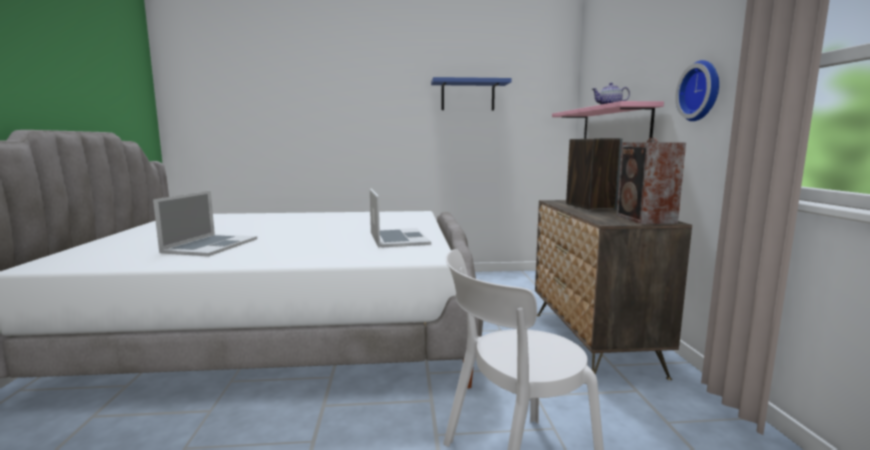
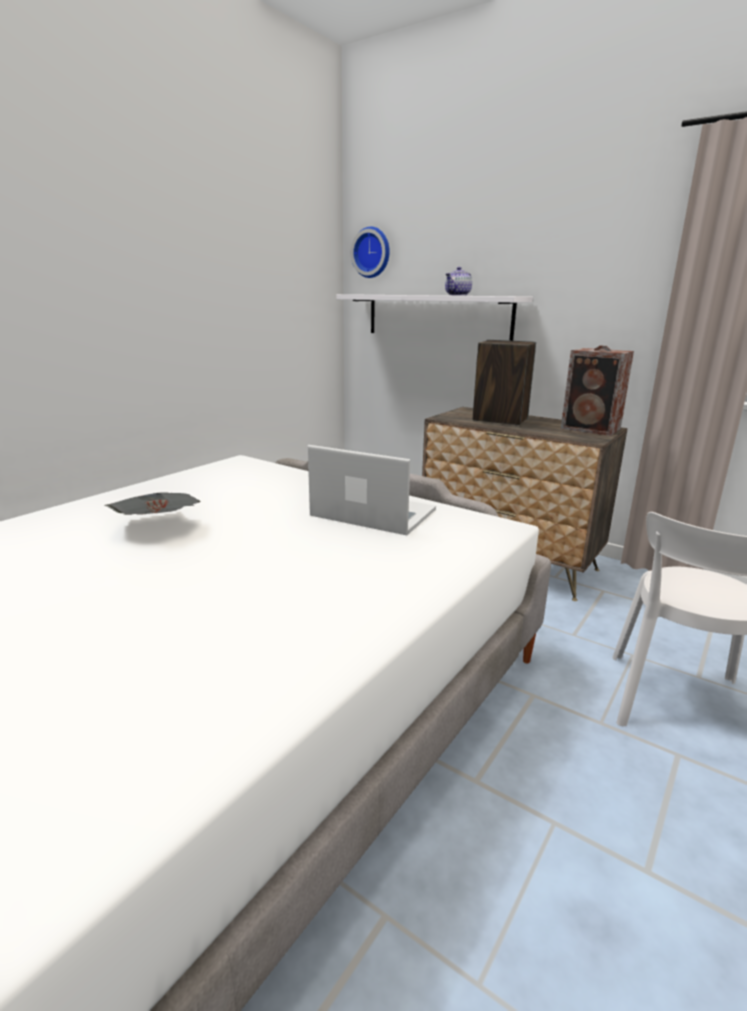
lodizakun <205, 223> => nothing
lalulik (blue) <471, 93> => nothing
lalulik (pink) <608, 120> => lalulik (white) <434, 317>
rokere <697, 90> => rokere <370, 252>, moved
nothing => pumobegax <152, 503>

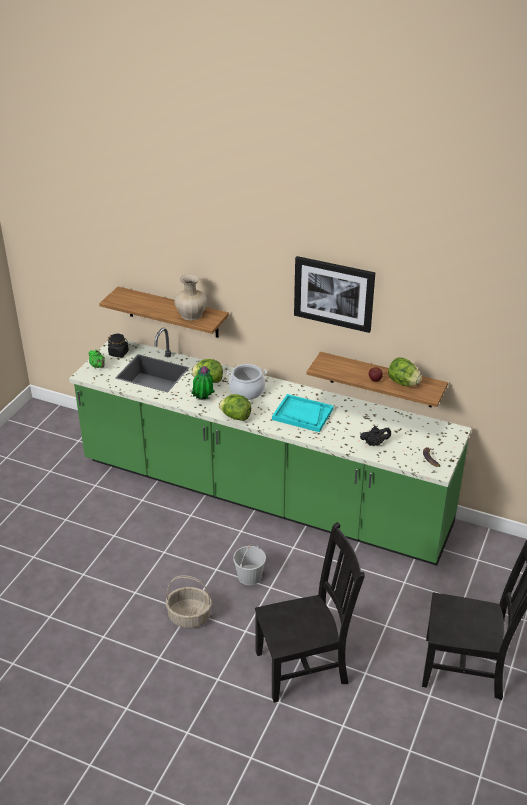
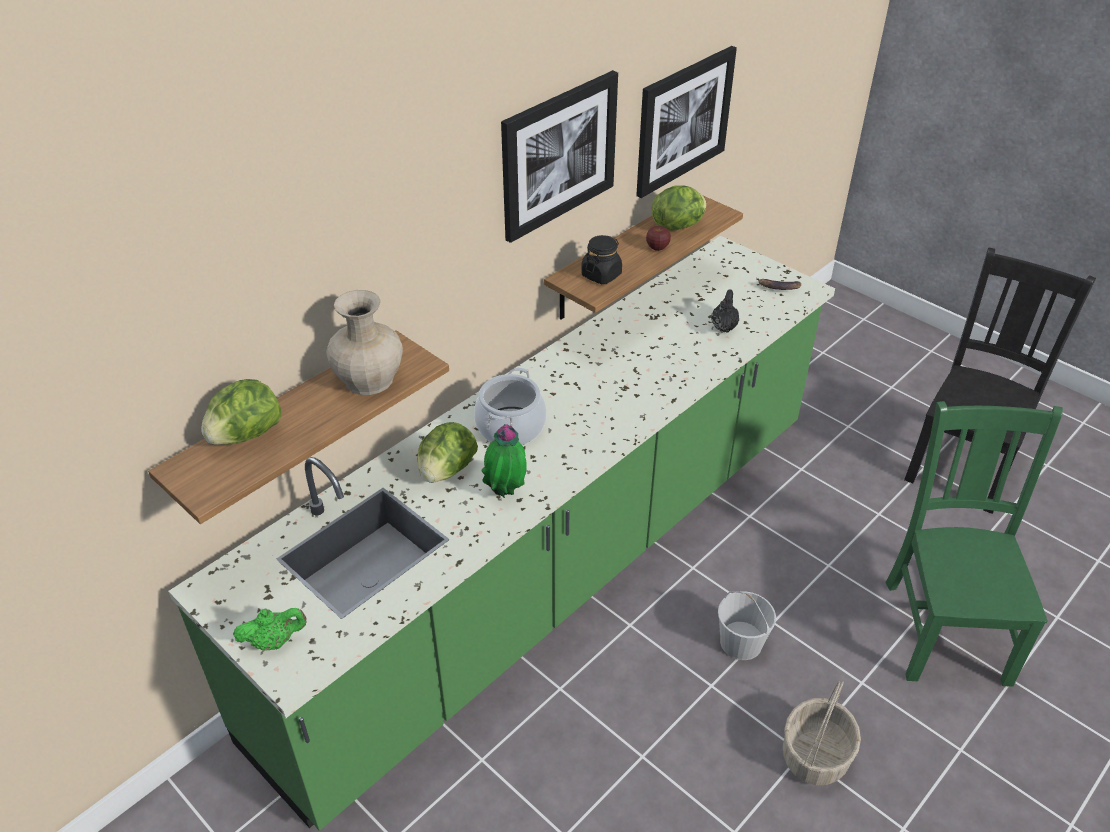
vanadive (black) <118, 346> => vanadive (black) <601, 259>, moved
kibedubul <235, 407> => kibedubul <241, 412>, moved
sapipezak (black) <310, 612> => sapipezak (green) <974, 544>
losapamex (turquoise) <302, 413> => nothing
nothing => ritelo <686, 122>

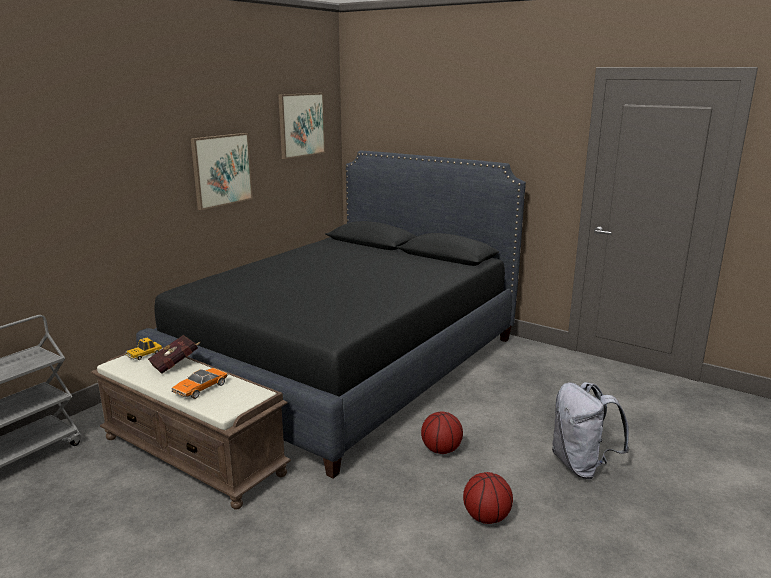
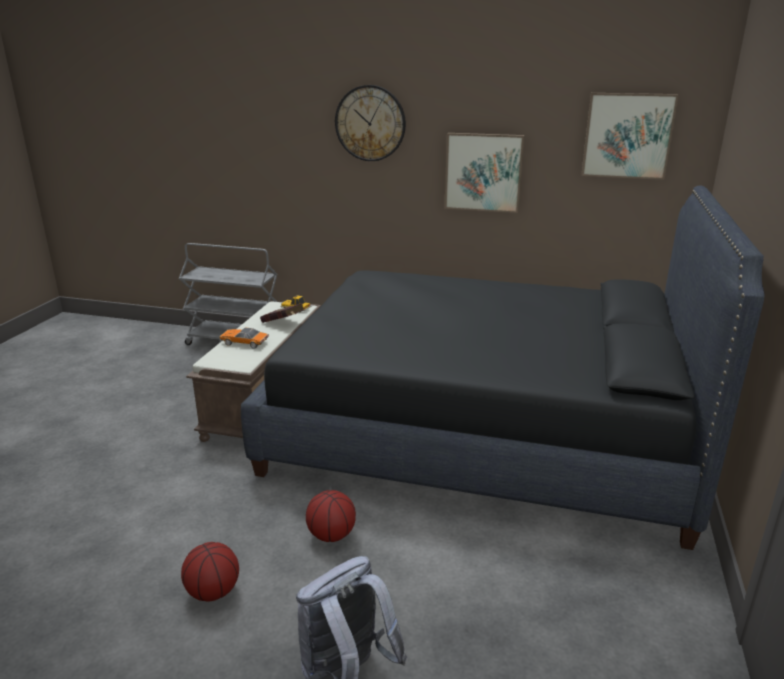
nothing => rokere <370, 123>

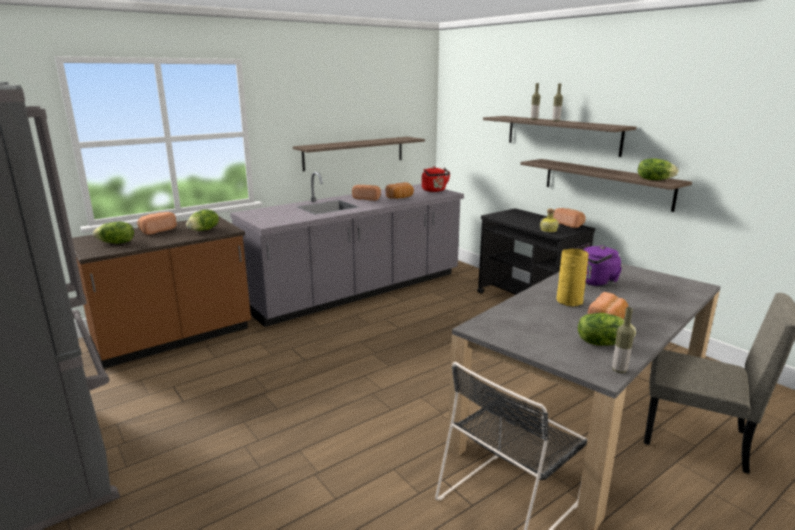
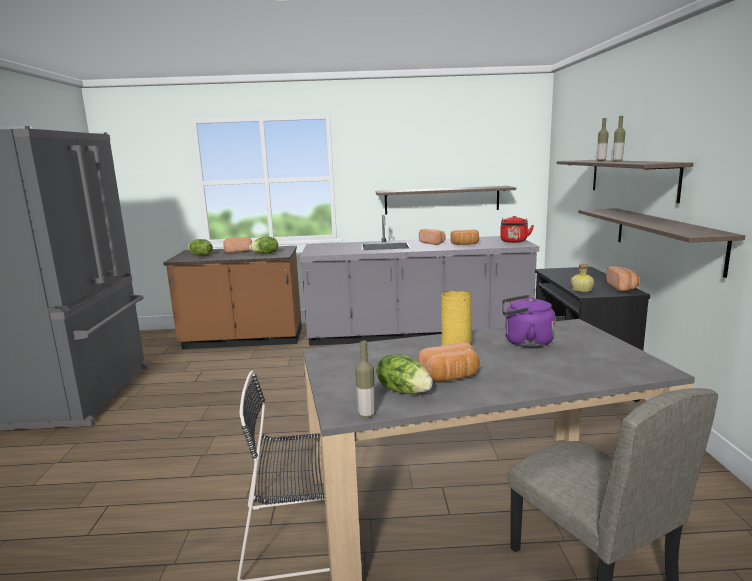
kibedubul <658, 169> => nothing

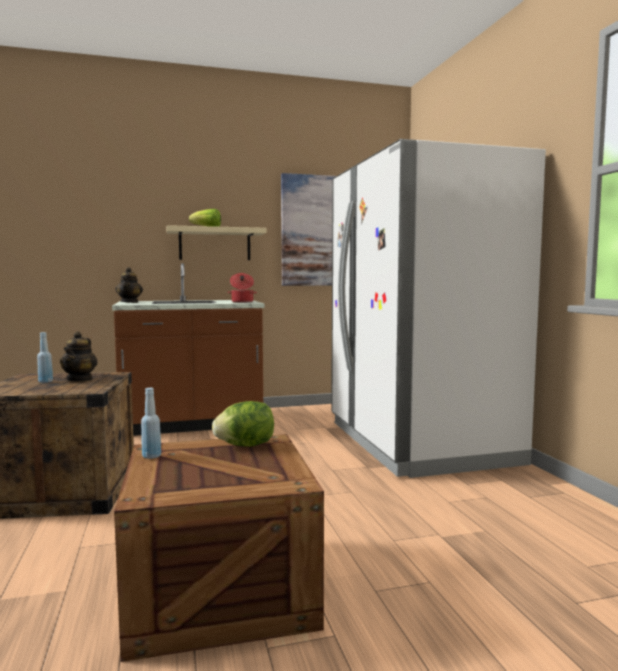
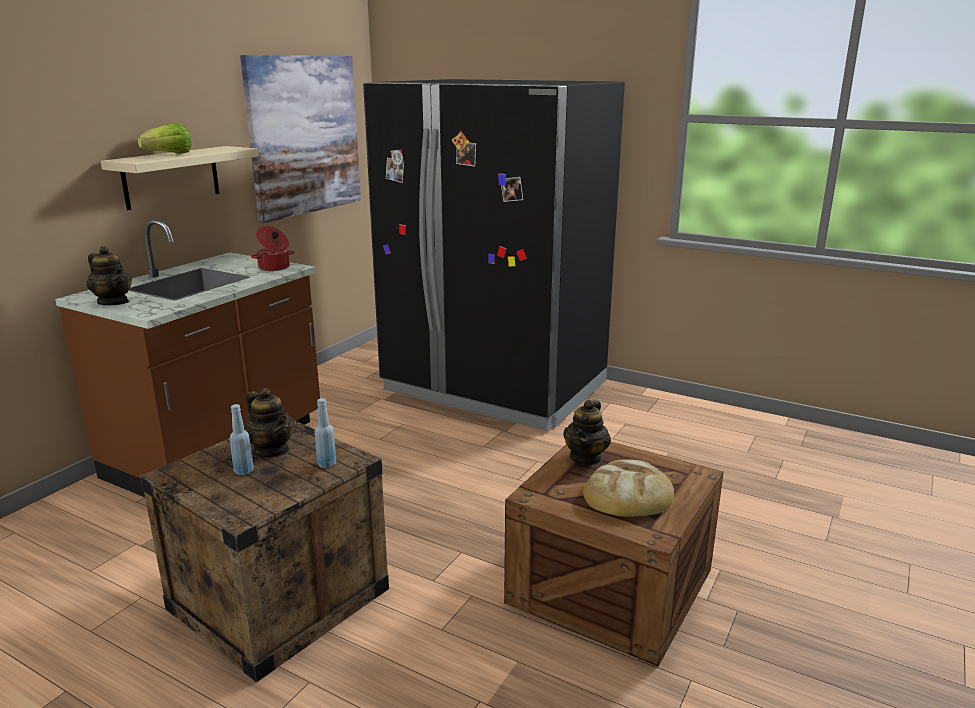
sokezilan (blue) <151, 423> => sokezilan (blue) <325, 433>, moved
kibedubul <243, 424> => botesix <587, 433>
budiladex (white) <438, 308> => budiladex (black) <494, 255>
nothing => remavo <628, 488>

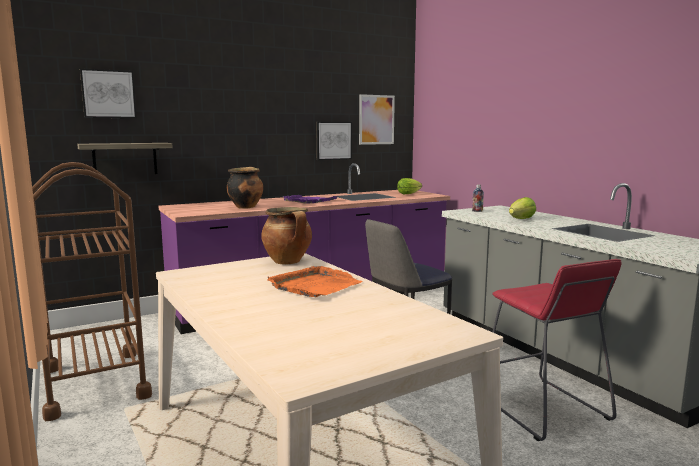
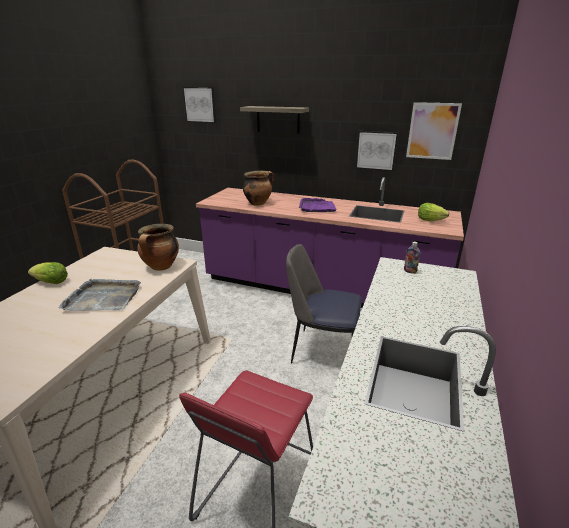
lalulik <125, 158> => lalulik <274, 120>, moved
losapamex (orange) <315, 282> => losapamex (grey) <99, 295>
kibedubul <522, 208> => kibedubul <48, 273>, moved

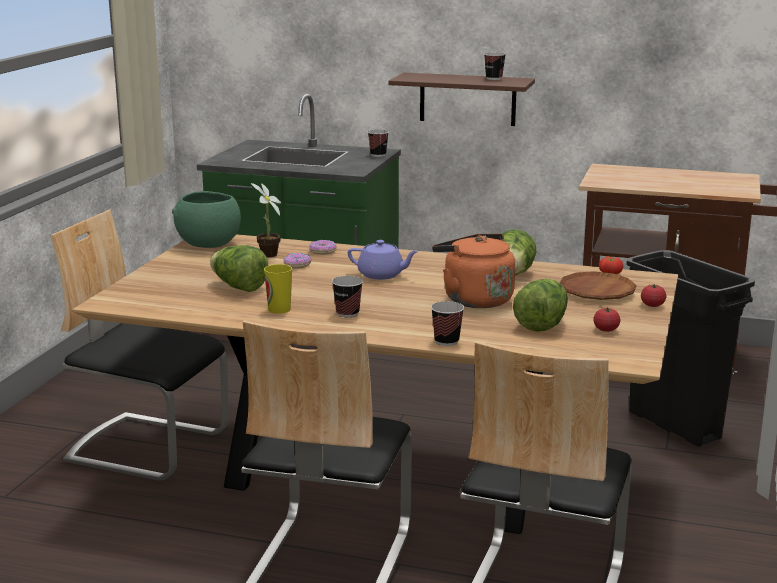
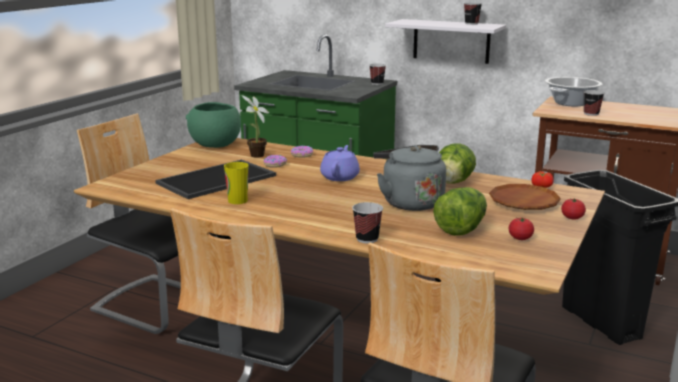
kibedubul <239, 268> => losapamex <215, 179>
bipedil <347, 296> => bipedil <593, 103>, moved
botesix (purple) <383, 260> => botesix (purple) <340, 163>, 105 degrees counterclockwise
lalulik (brown) <461, 99> => lalulik (white) <445, 41>
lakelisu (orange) <473, 271> => lakelisu (grey) <409, 178>
nothing => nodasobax <573, 92>

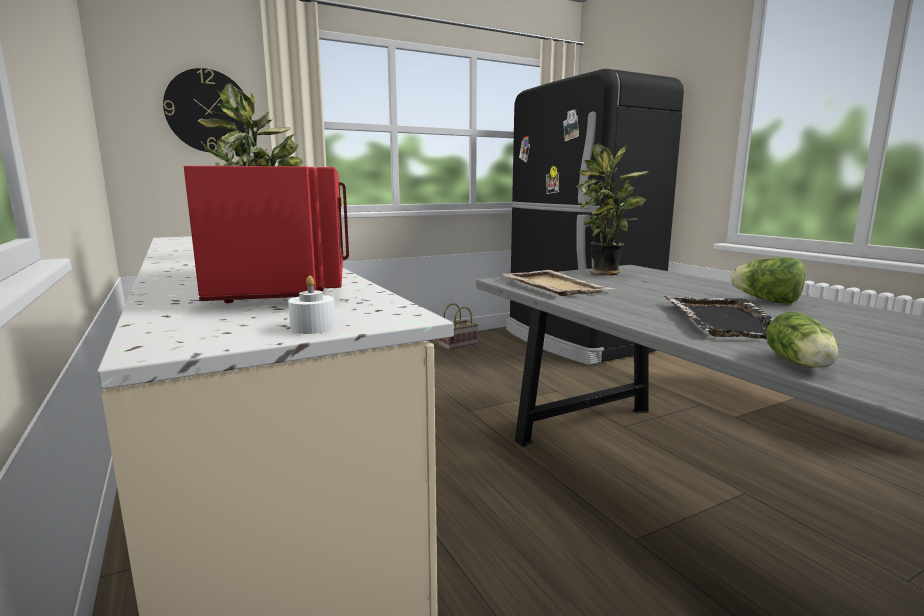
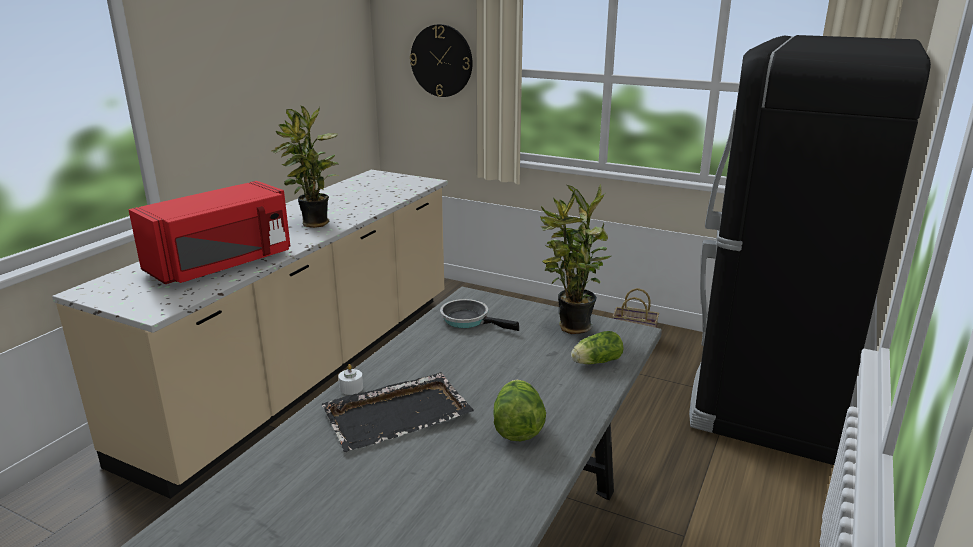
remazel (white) <312, 305> => remazel (white) <350, 379>, moved
losapamex (beige) <557, 283> => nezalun <479, 315>
kibedubul <802, 339> => kibedubul <597, 347>, moved

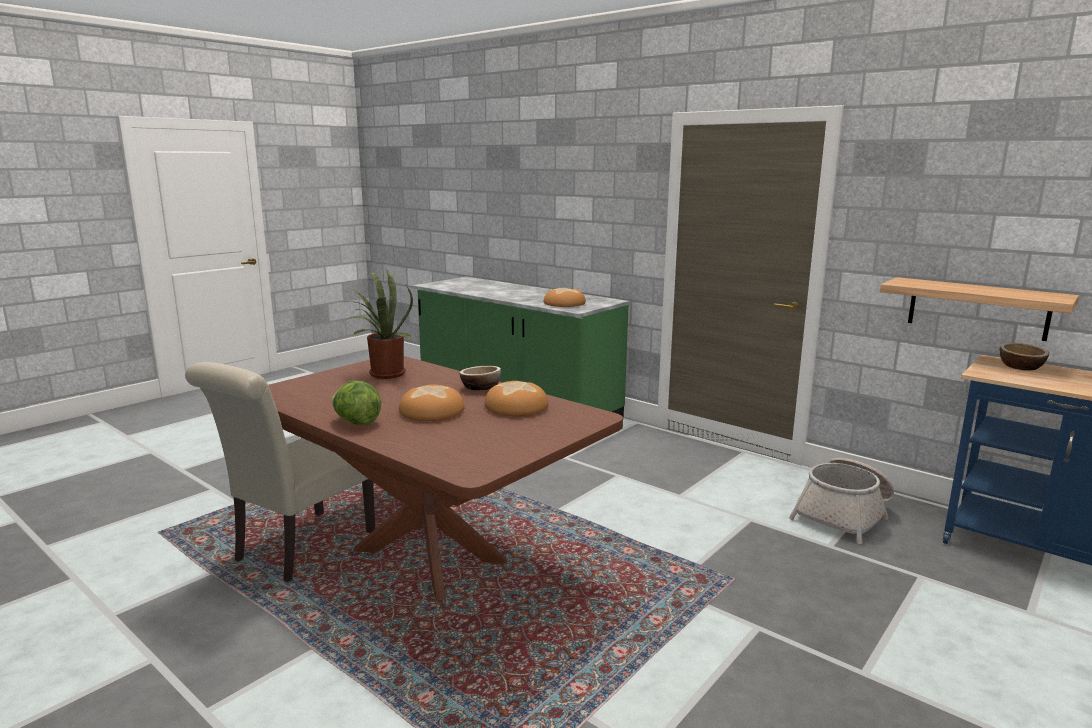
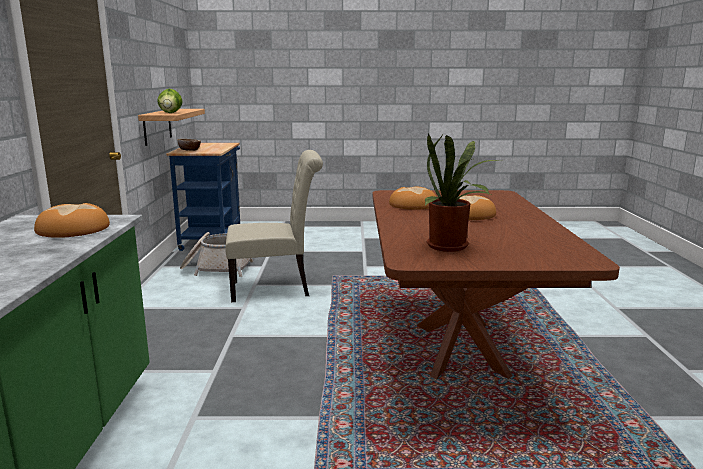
sapipezak (beige) <280, 472> => sapipezak (beige) <274, 226>, moved
kibedubul <356, 403> => kibedubul <169, 101>, moved
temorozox <480, 378> => nothing

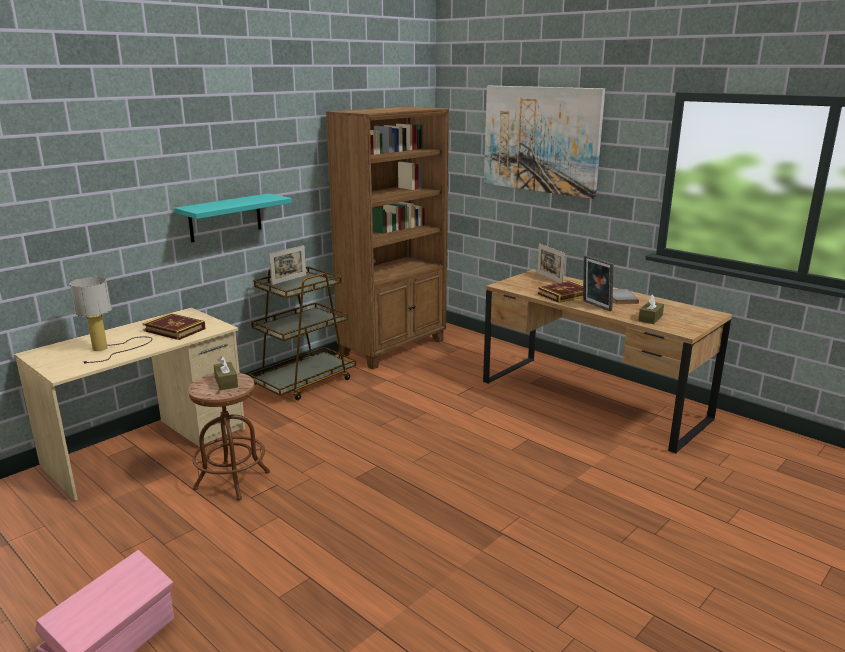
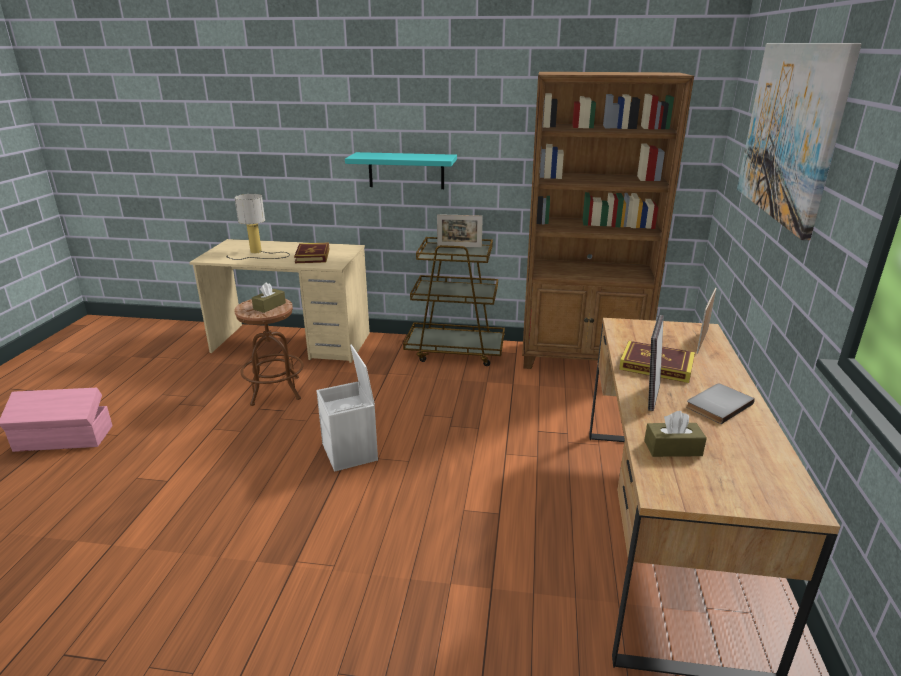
nothing => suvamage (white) <347, 408>

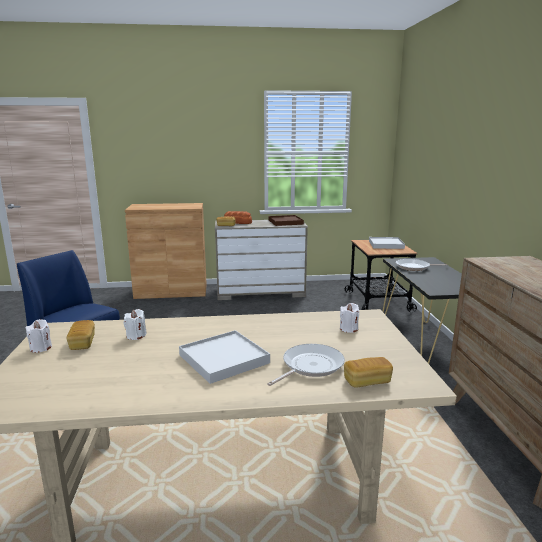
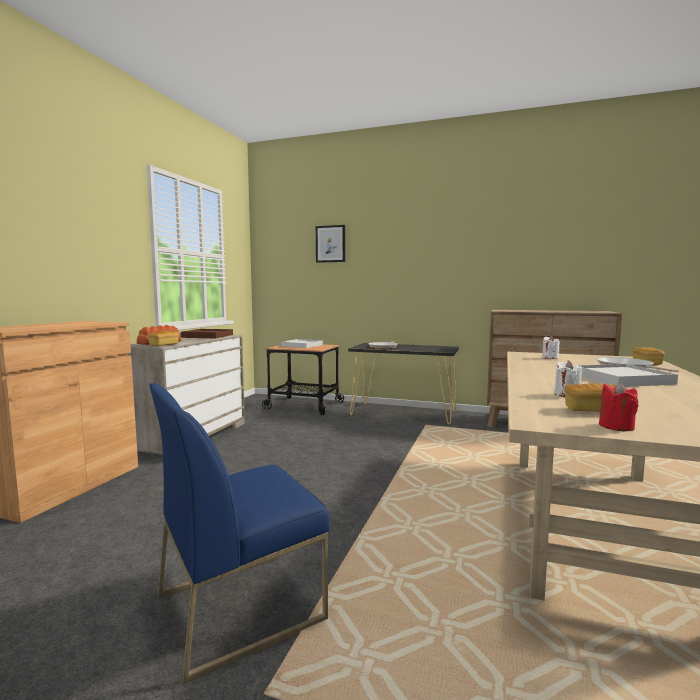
remazel (white) <38, 336> => remazel (red) <618, 406>
nothing => ritelo <330, 244>

